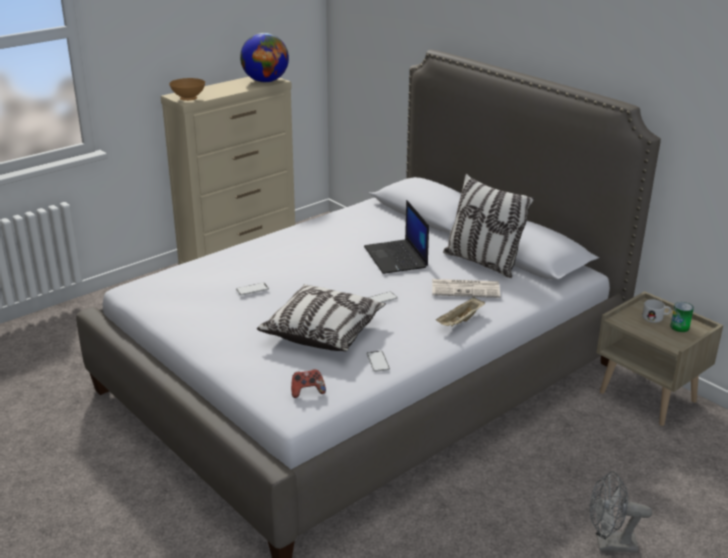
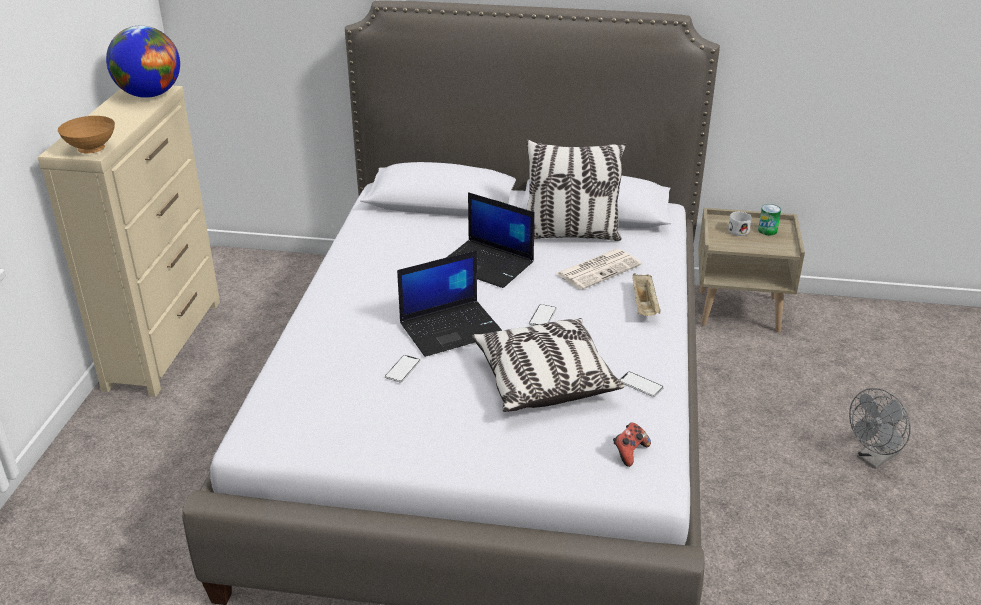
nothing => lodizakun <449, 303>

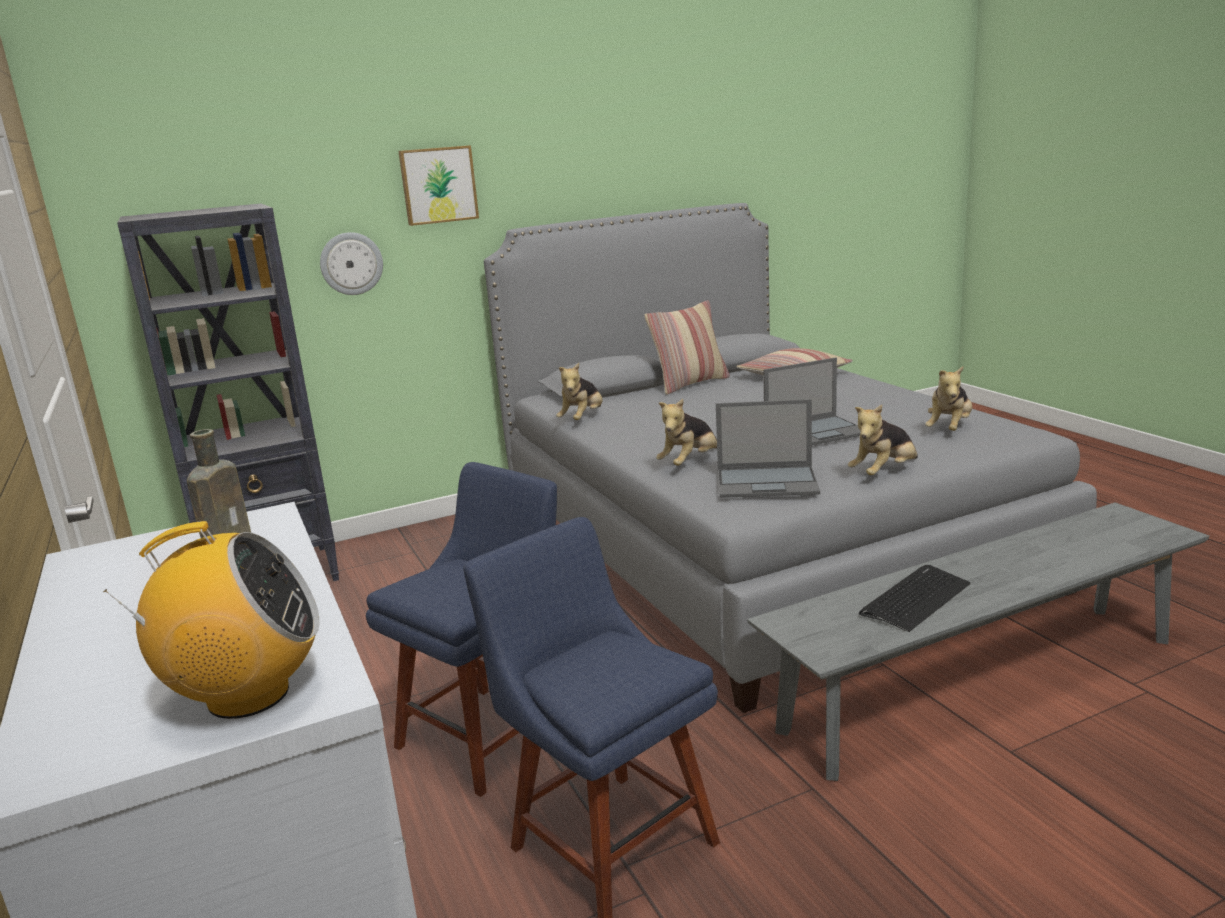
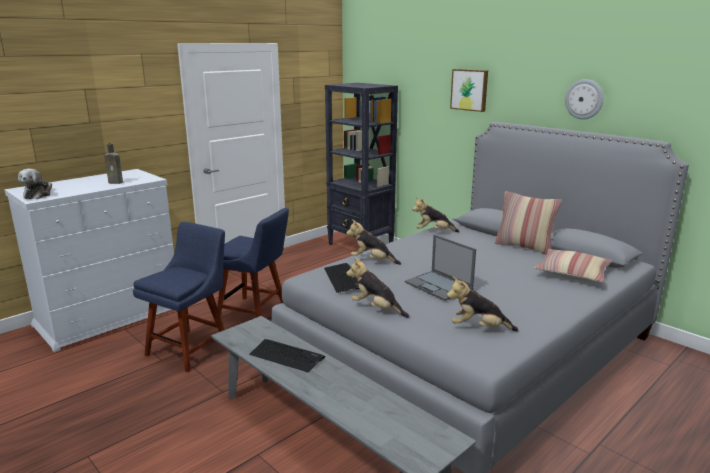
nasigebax <211, 620> => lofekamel <35, 184>
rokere <351, 263> => rokere <584, 99>, moved
lodizakun <768, 448> => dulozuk <342, 278>

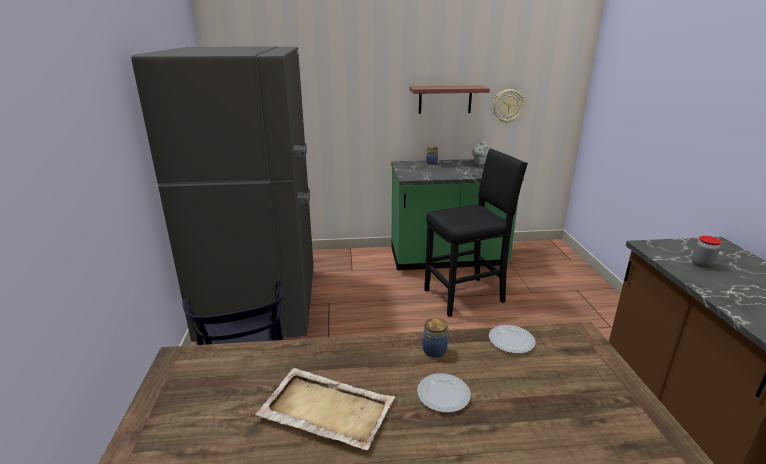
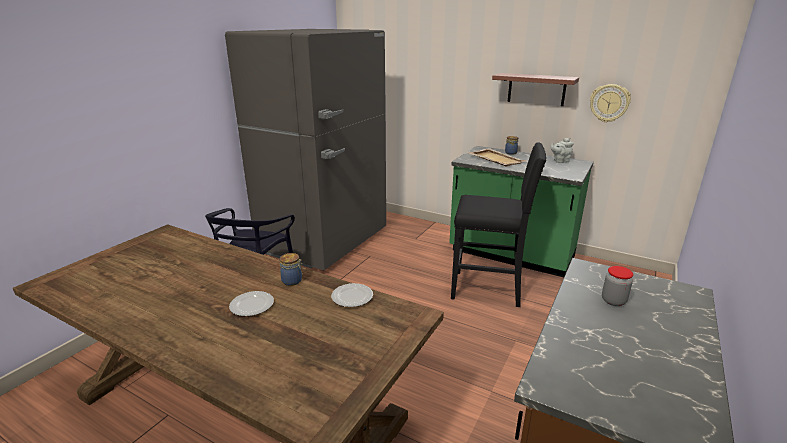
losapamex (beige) <325, 409> => losapamex (beige) <497, 157>, moved

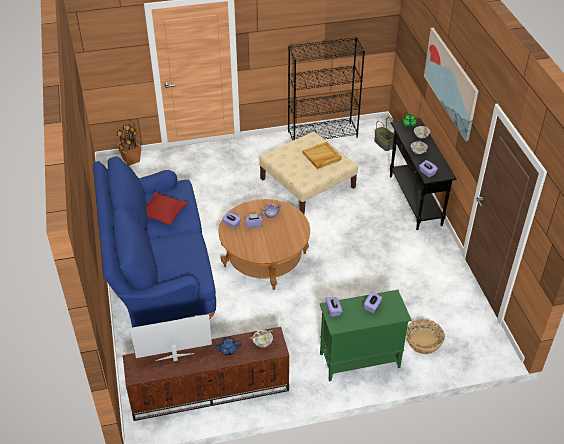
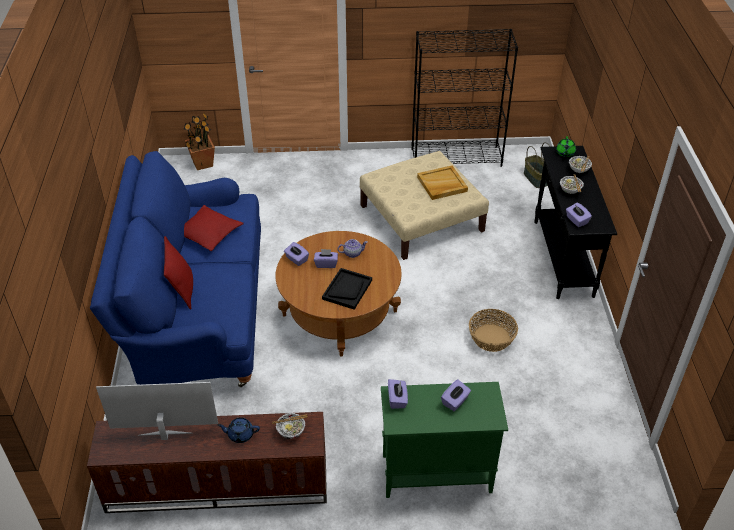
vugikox <425, 336> => vugikox <493, 330>, moved
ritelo <451, 85> => nothing
nothing => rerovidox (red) <178, 273>
nothing => losapamex (black) <347, 289>

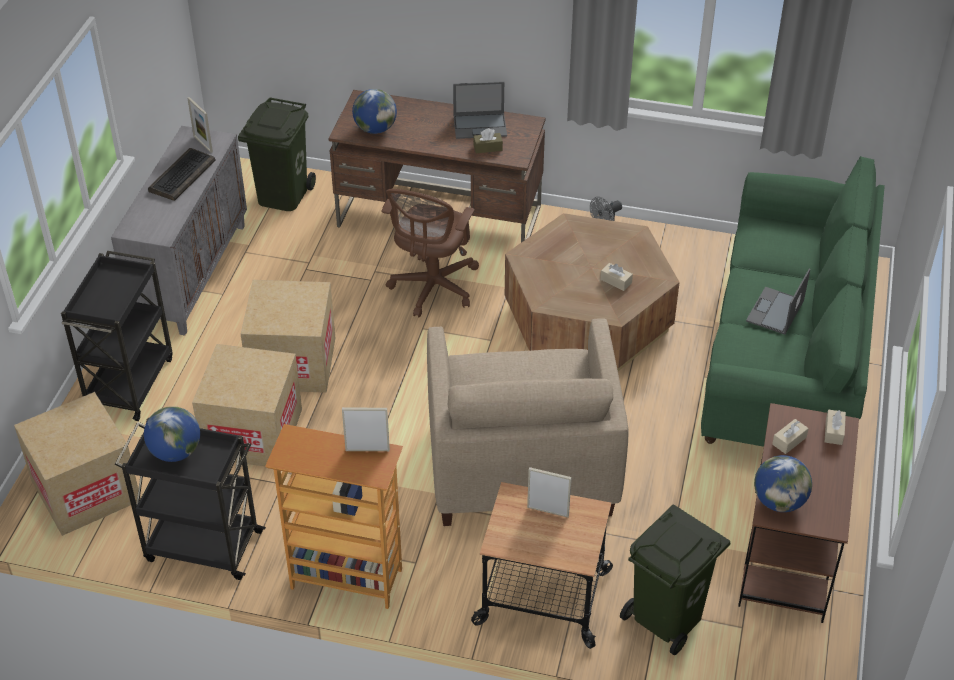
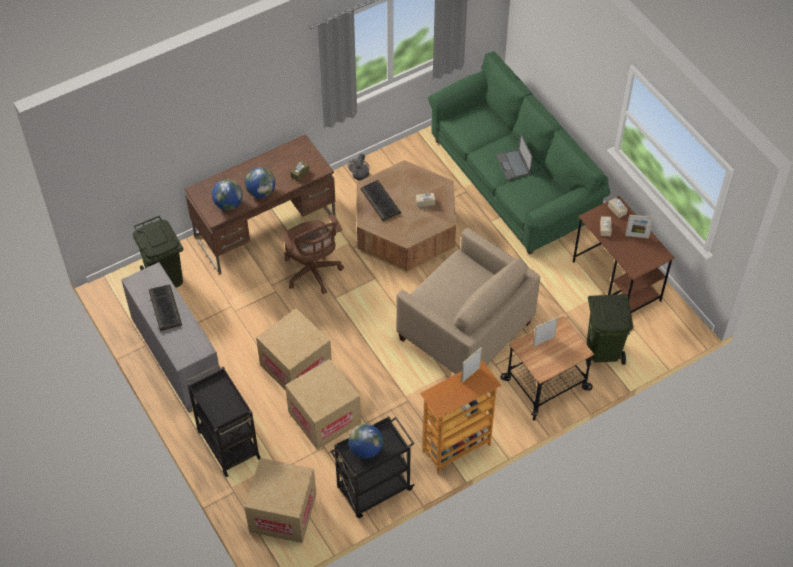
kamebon <200, 125> => kamebon <639, 226>, moved
lodizakun <480, 110> => nothing
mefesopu <783, 483> => mefesopu <260, 182>, moved
nothing => dulozuk <381, 200>

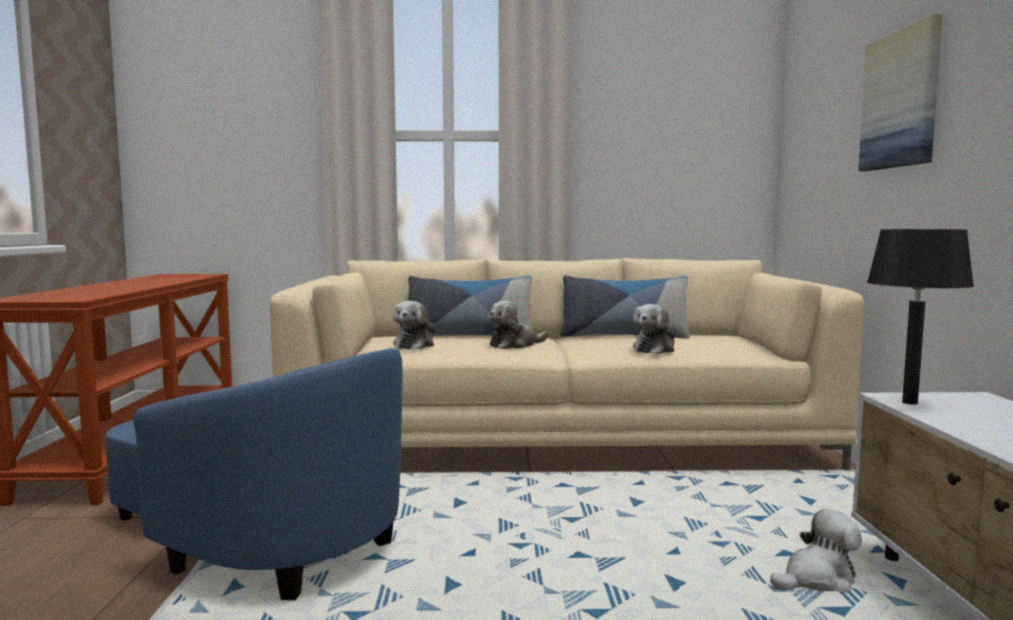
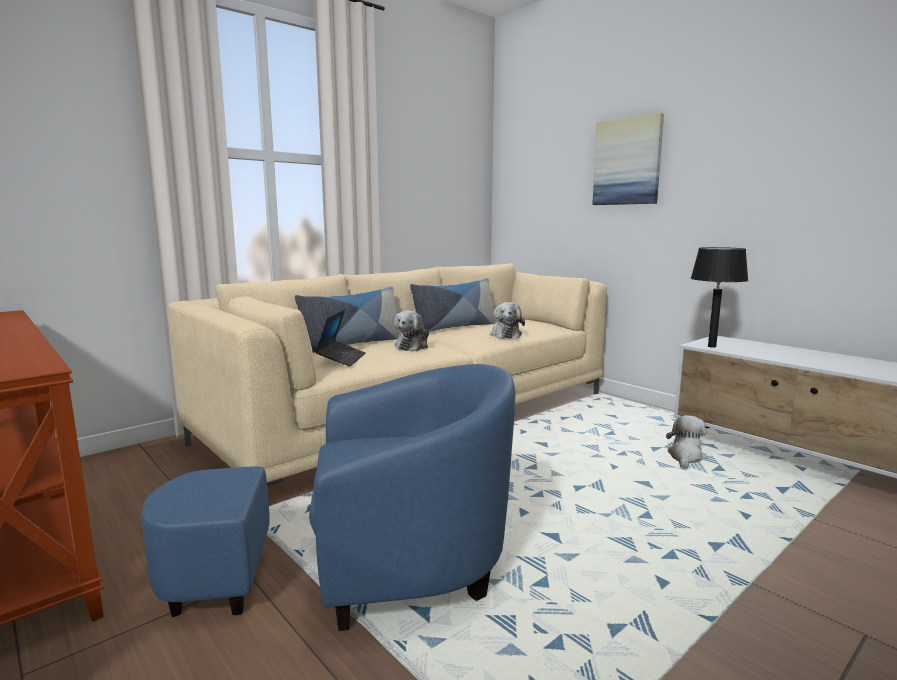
lofekamel <414, 325> => lodizakun <340, 337>

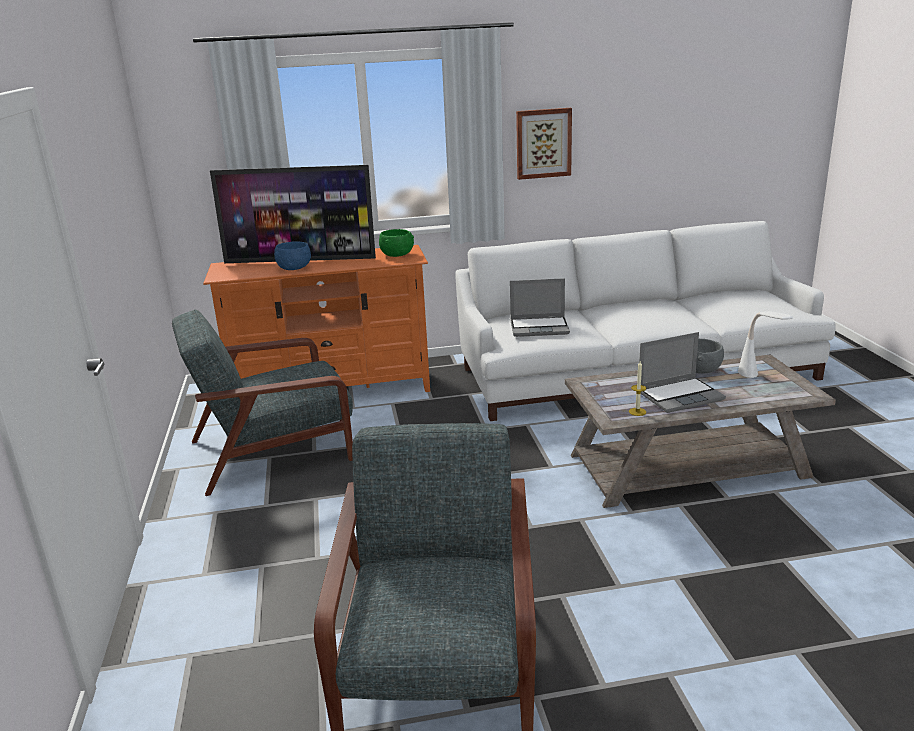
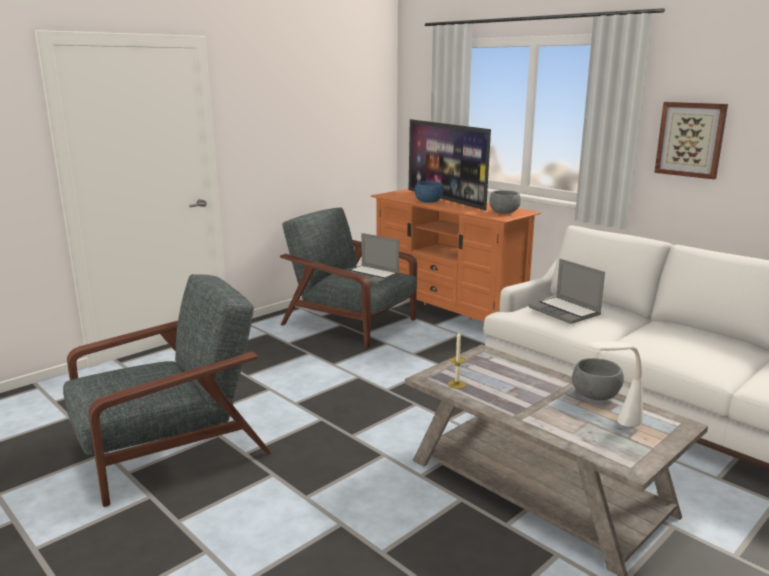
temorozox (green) <396, 243> => temorozox (grey) <505, 202>
lodizakun <682, 372> => lodizakun <373, 258>, moved

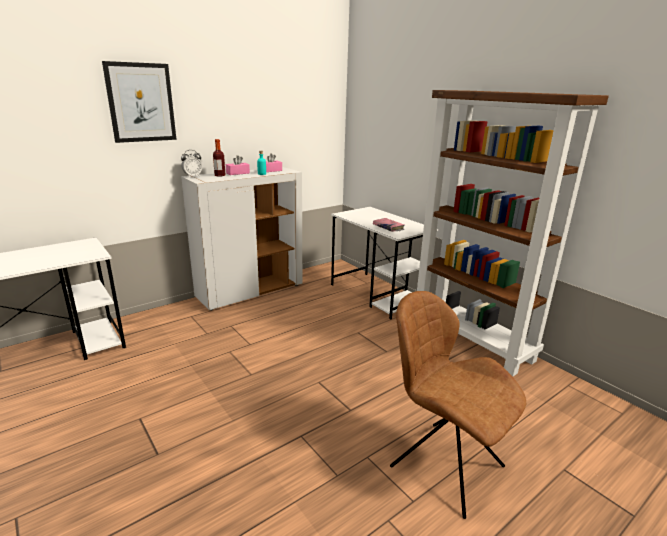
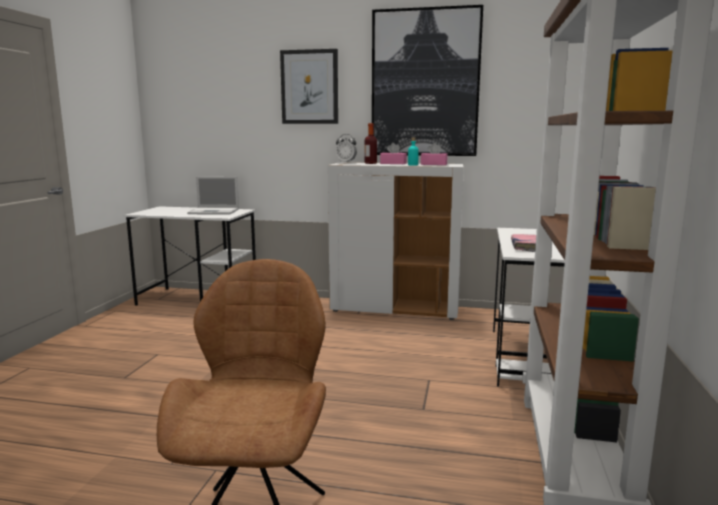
nothing => lodizakun <213, 195>
nothing => ritelo <427, 80>

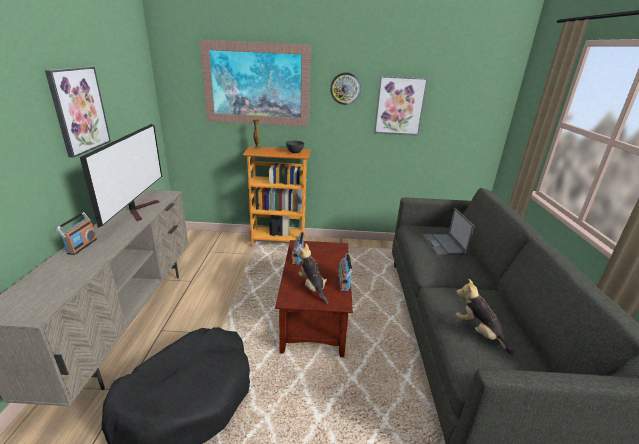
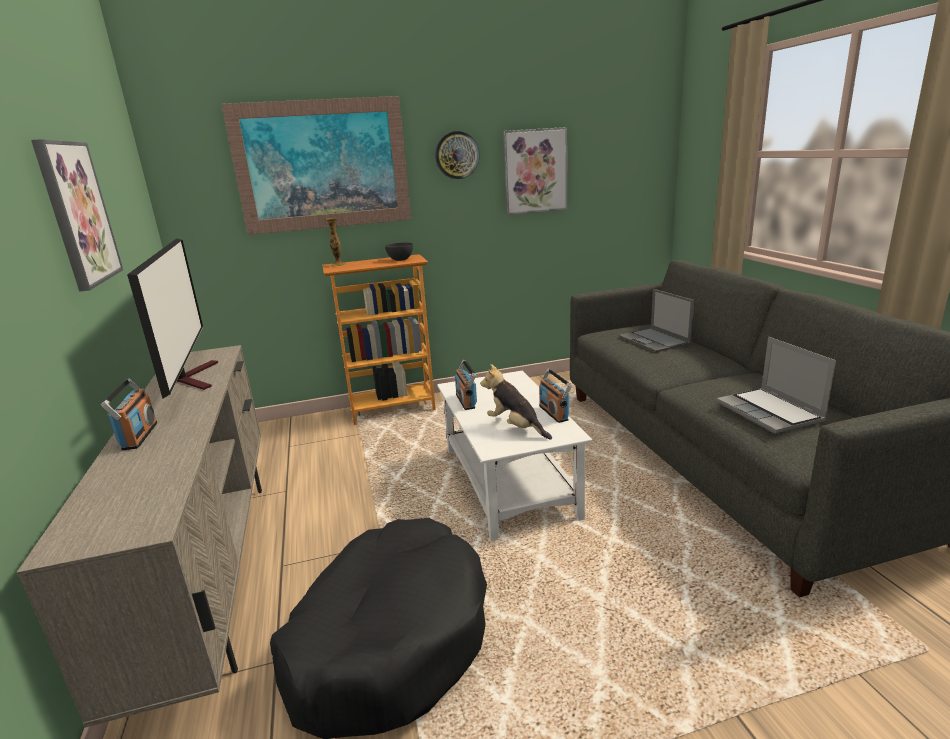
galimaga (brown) <314, 298> => galimaga (white) <515, 456>
lofekamel <485, 316> => lodizakun <776, 385>

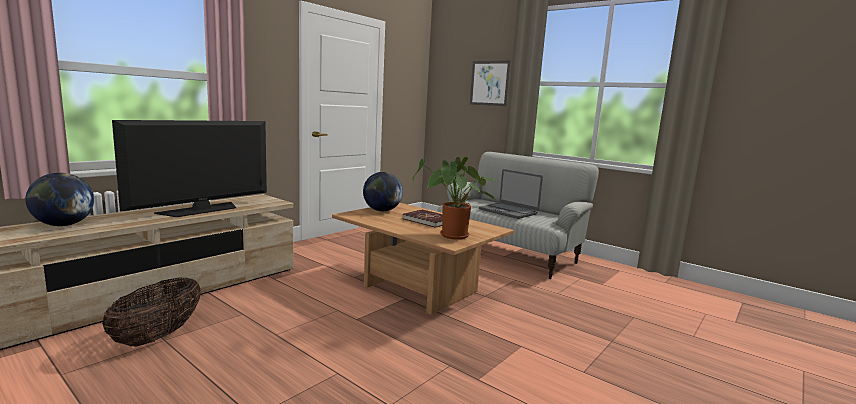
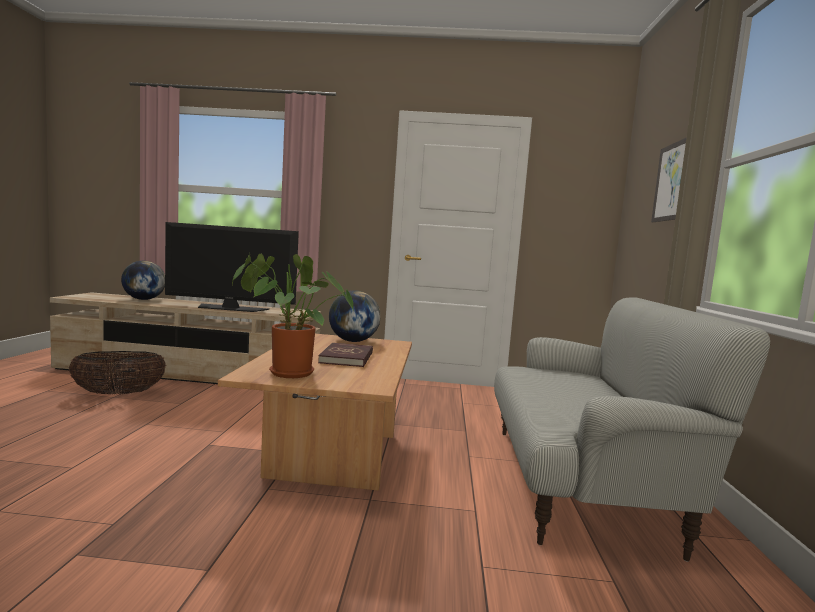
lodizakun <511, 194> => nothing

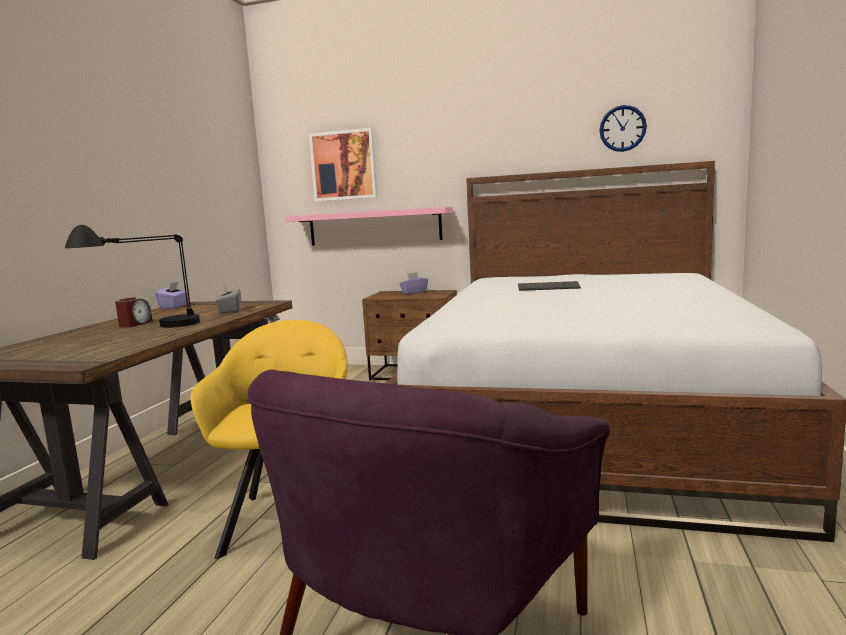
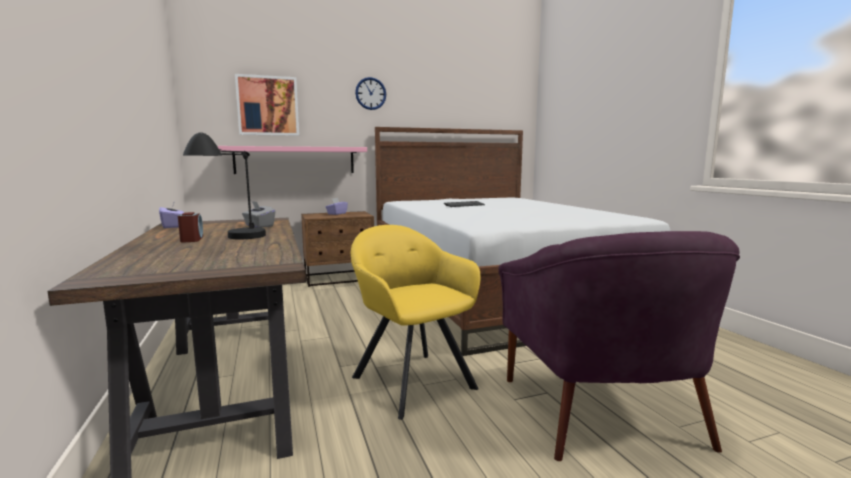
rokere <623, 128> => rokere <370, 93>, moved

